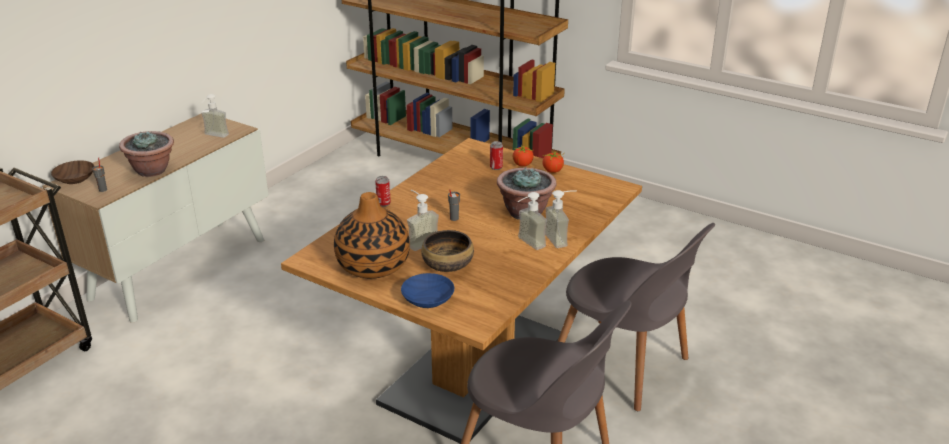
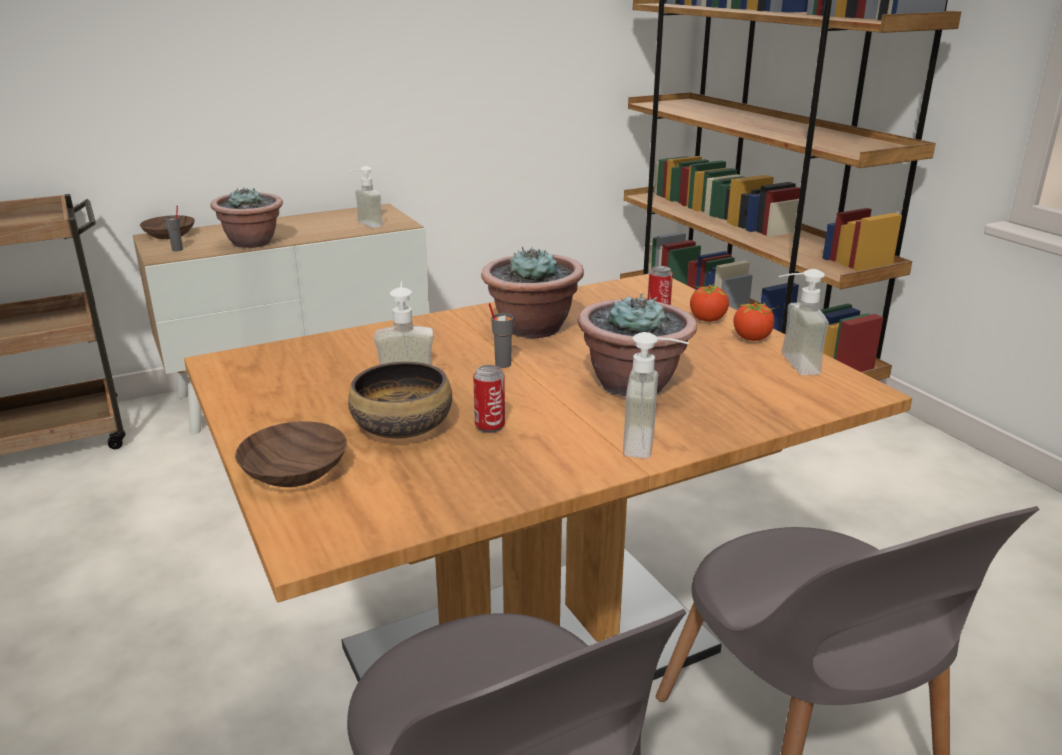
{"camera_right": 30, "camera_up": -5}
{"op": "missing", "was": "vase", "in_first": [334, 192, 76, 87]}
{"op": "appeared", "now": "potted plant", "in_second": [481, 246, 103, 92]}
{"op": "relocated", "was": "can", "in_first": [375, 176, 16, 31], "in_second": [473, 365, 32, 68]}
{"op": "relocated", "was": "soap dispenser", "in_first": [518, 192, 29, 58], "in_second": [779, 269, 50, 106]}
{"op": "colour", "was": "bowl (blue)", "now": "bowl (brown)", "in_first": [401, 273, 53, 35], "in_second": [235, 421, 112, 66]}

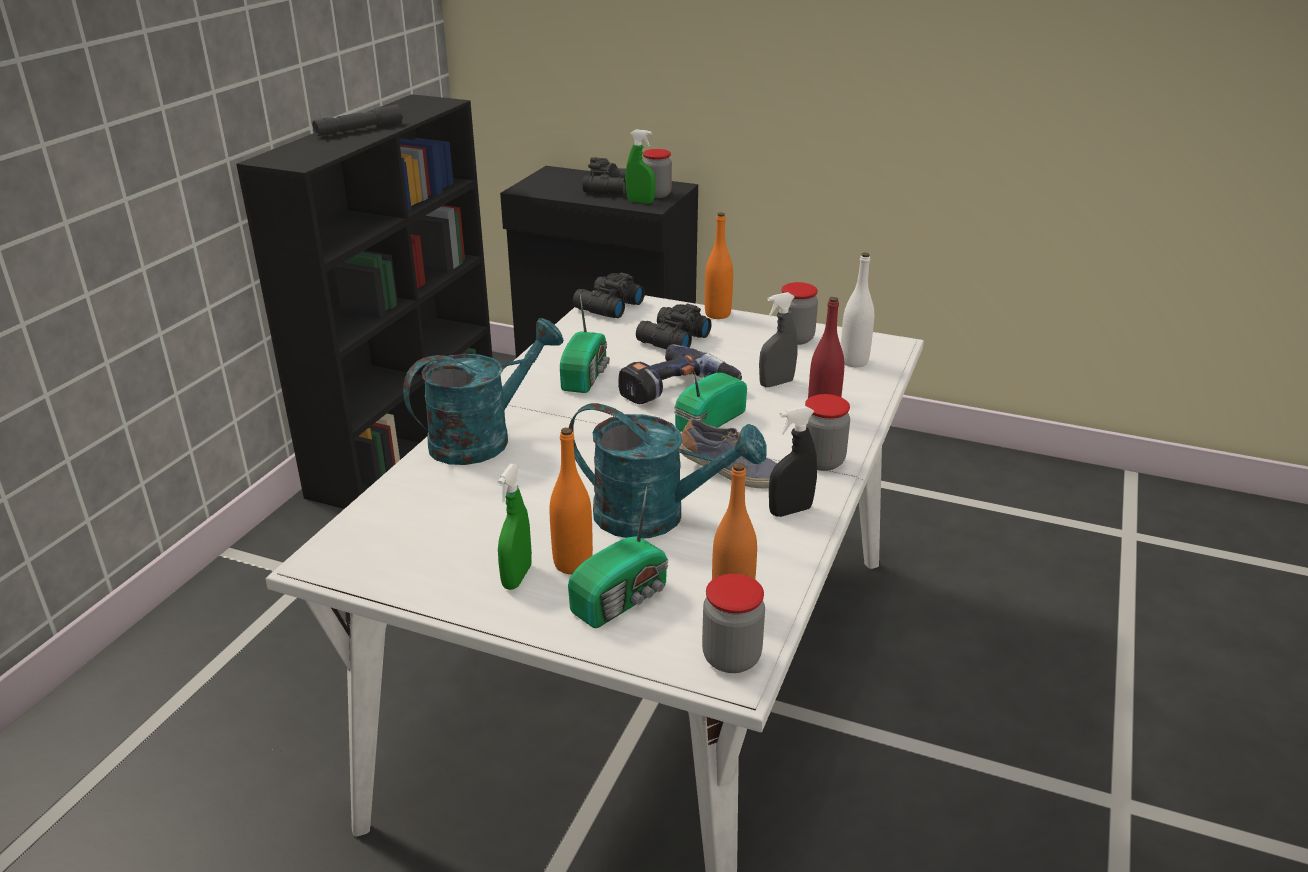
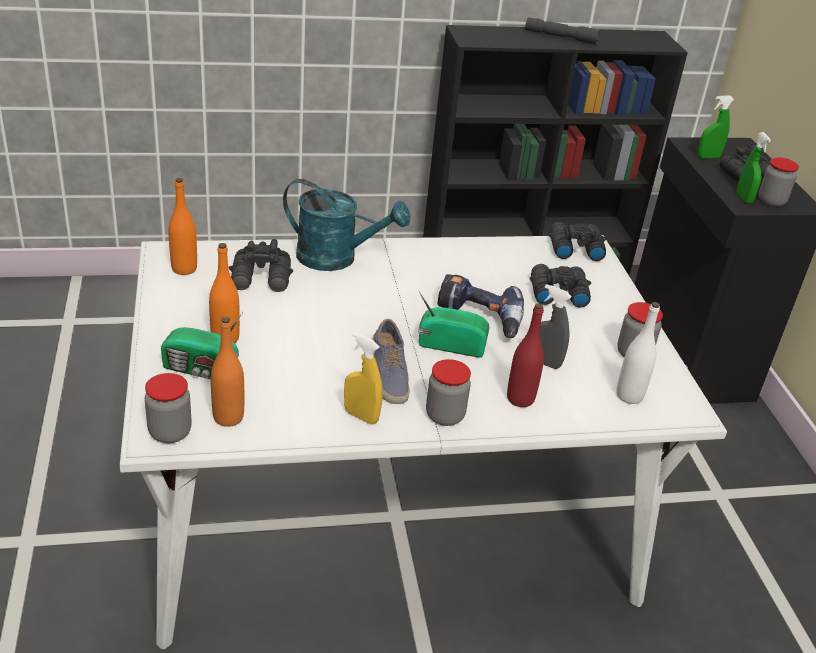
{"camera_right": 55, "camera_up": 5}
{"op": "missing", "was": "radio", "in_first": [560, 295, 50, 98]}
{"op": "missing", "was": "watering can (turquoise)", "in_first": [569, 403, 198, 135]}
{"op": "appeared", "now": "binoculars (black)", "in_second": [229, 239, 64, 53]}
{"op": "relocated", "was": "spray bottle (green)", "in_first": [497, 464, 35, 126], "in_second": [698, 96, 36, 63]}
{"op": "relocated", "was": "bottle (orange)", "in_first": [705, 212, 28, 107], "in_second": [168, 178, 29, 97]}
{"op": "colour", "was": "spray bottle (black)", "now": "spray bottle (yellow)", "in_first": [769, 406, 48, 111], "in_second": [344, 332, 39, 92]}

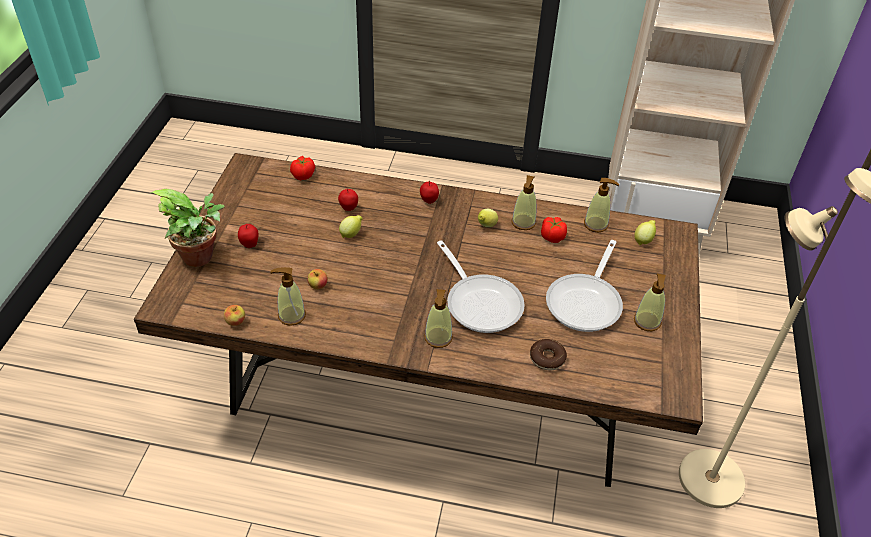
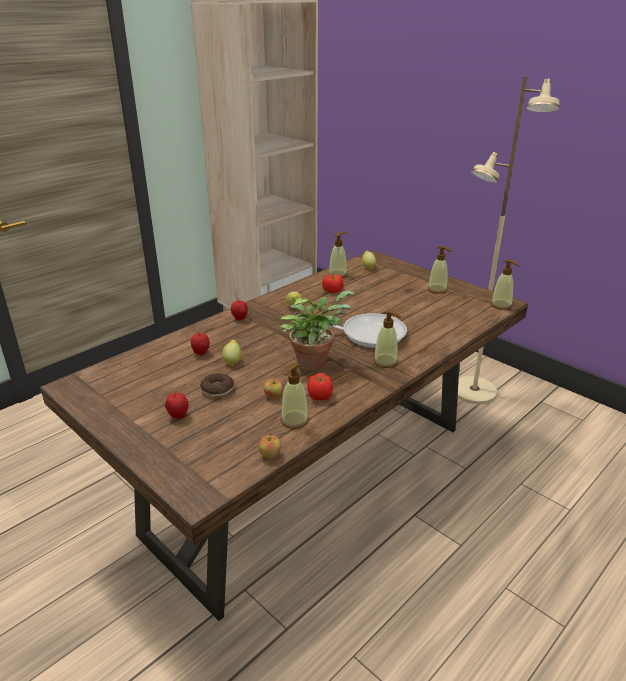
{"camera_right": -55, "camera_up": -15}
{"op": "missing", "was": "frying pan", "in_first": [546, 240, 77, 92]}
{"op": "relocated", "was": "potted plant", "in_first": [151, 189, 74, 78], "in_second": [280, 291, 75, 80]}
{"op": "relocated", "was": "tomato", "in_first": [290, 156, 25, 24], "in_second": [307, 373, 26, 28]}
{"op": "relocated", "was": "soap dispenser", "in_first": [512, 175, 24, 55], "in_second": [491, 260, 28, 50]}
{"op": "relocated", "was": "donut", "in_first": [530, 339, 37, 31], "in_second": [200, 373, 34, 24]}

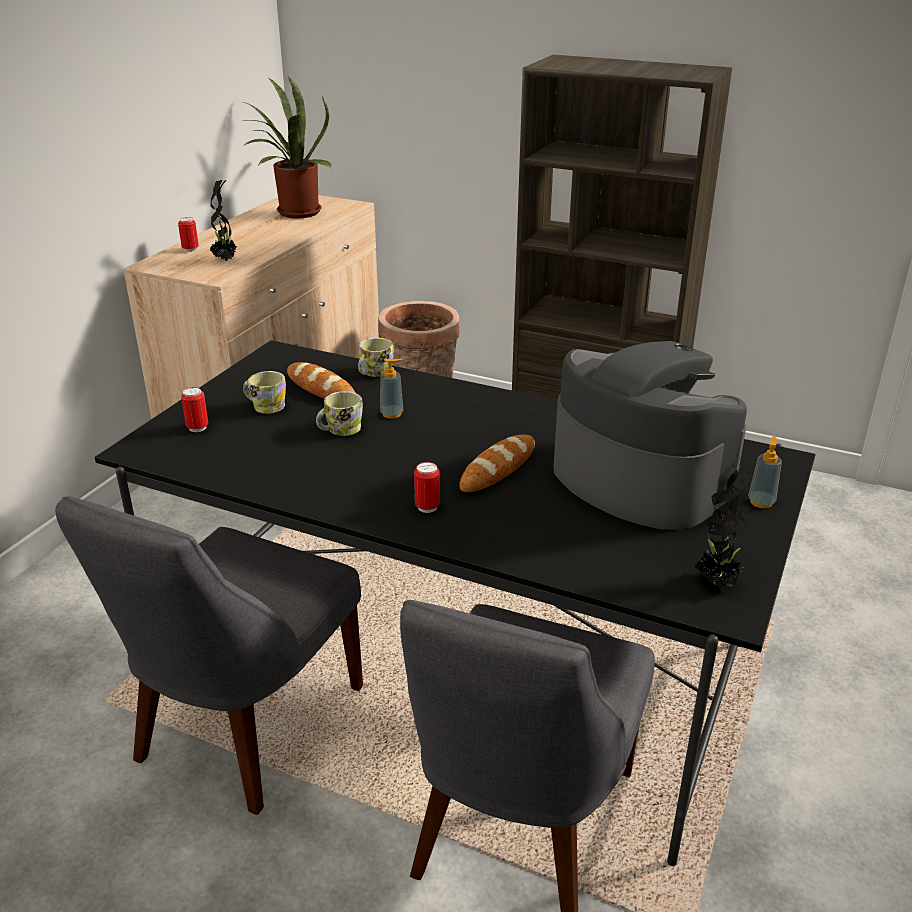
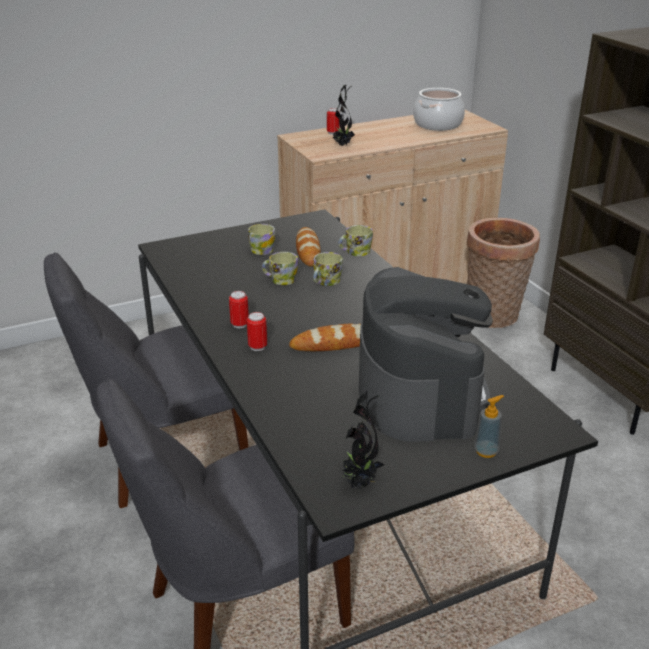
{"camera_right": 40, "camera_up": 0}
{"op": "relocated", "was": "can", "in_first": [181, 387, 27, 45], "in_second": [229, 291, 20, 37]}
{"op": "exchanged", "was": "potted plant", "now": "cooking pot", "in_first": [243, 77, 89, 141], "in_second": [413, 88, 52, 43]}
{"op": "exchanged", "was": "soap dispenser", "now": "mug", "in_first": [380, 359, 23, 60], "in_second": [313, 252, 30, 34]}

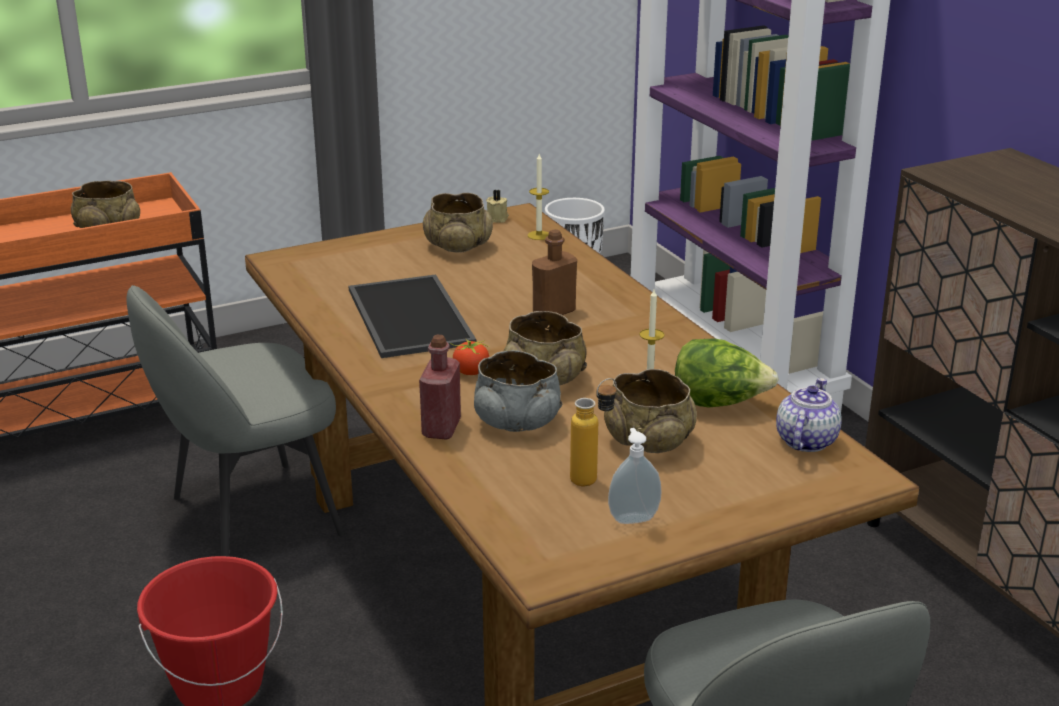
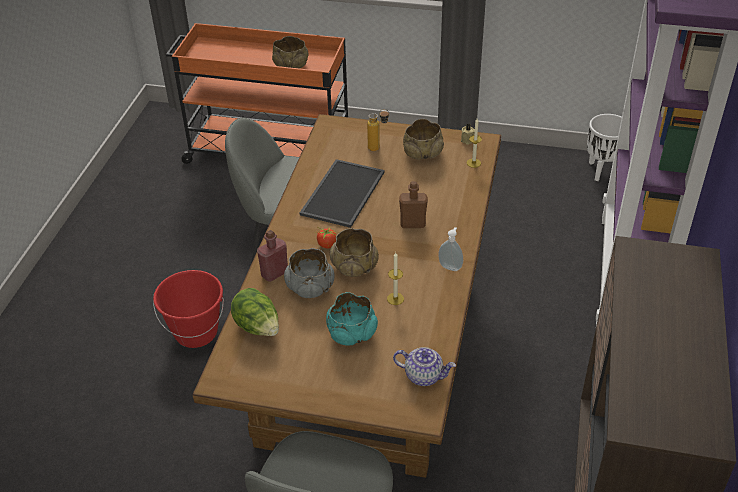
{"camera_right": 40, "camera_up": 15}
{"op": "relocated", "was": "bottle", "in_first": [570, 378, 47, 108], "in_second": [367, 109, 22, 42]}
{"op": "relocated", "was": "soap dispenser", "in_first": [608, 428, 54, 96], "in_second": [438, 227, 25, 44]}
{"op": "relocated", "was": "lettuce", "in_first": [675, 339, 104, 69], "in_second": [231, 288, 48, 48]}
{"op": "colour", "was": "bowl (beige)", "now": "bowl (turquoise)", "in_first": [604, 369, 93, 84], "in_second": [326, 292, 52, 54]}
{"op": "spun", "was": "teapot", "in_first": [776, 378, 66, 74], "in_second": [393, 347, 63, 39], "clockwise": 45}

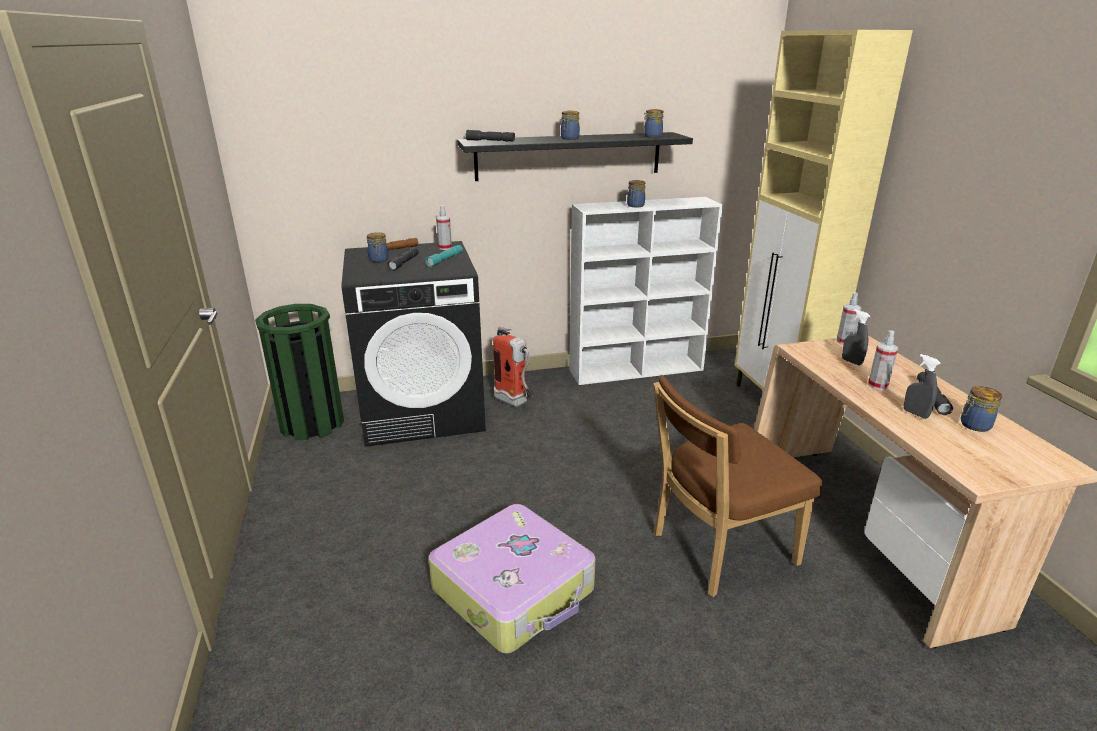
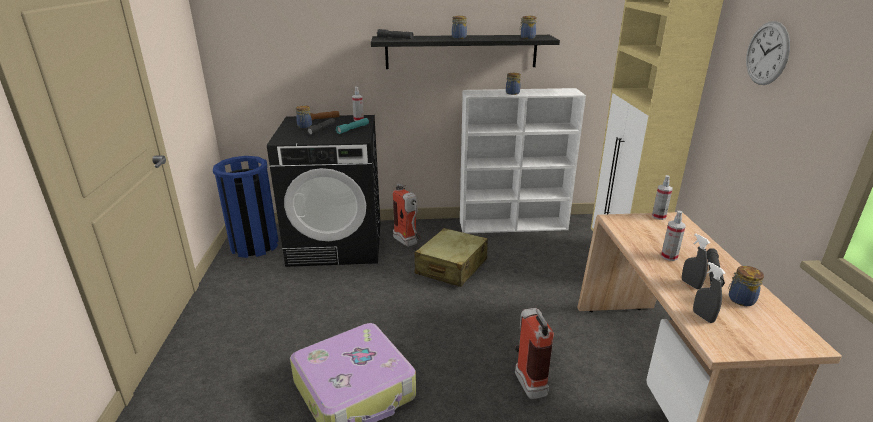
{"camera_right": 10, "camera_up": 0}
{"op": "appeared", "now": "suitcase (beige)", "in_second": [415, 228, 73, 59]}
{"op": "appeared", "now": "wall clock", "in_second": [746, 21, 44, 64]}
{"op": "relocated", "was": "spray bottle (grey)", "in_first": [842, 309, 29, 56], "in_second": [693, 262, 32, 61]}
{"op": "exchanged", "was": "chair (brown)", "now": "fire extinguisher", "in_first": [653, 375, 169, 222], "in_second": [515, 308, 39, 91]}
{"op": "colour", "was": "trash can (green)", "now": "trash can (blue)", "in_first": [255, 304, 89, 136], "in_second": [213, 156, 66, 102]}

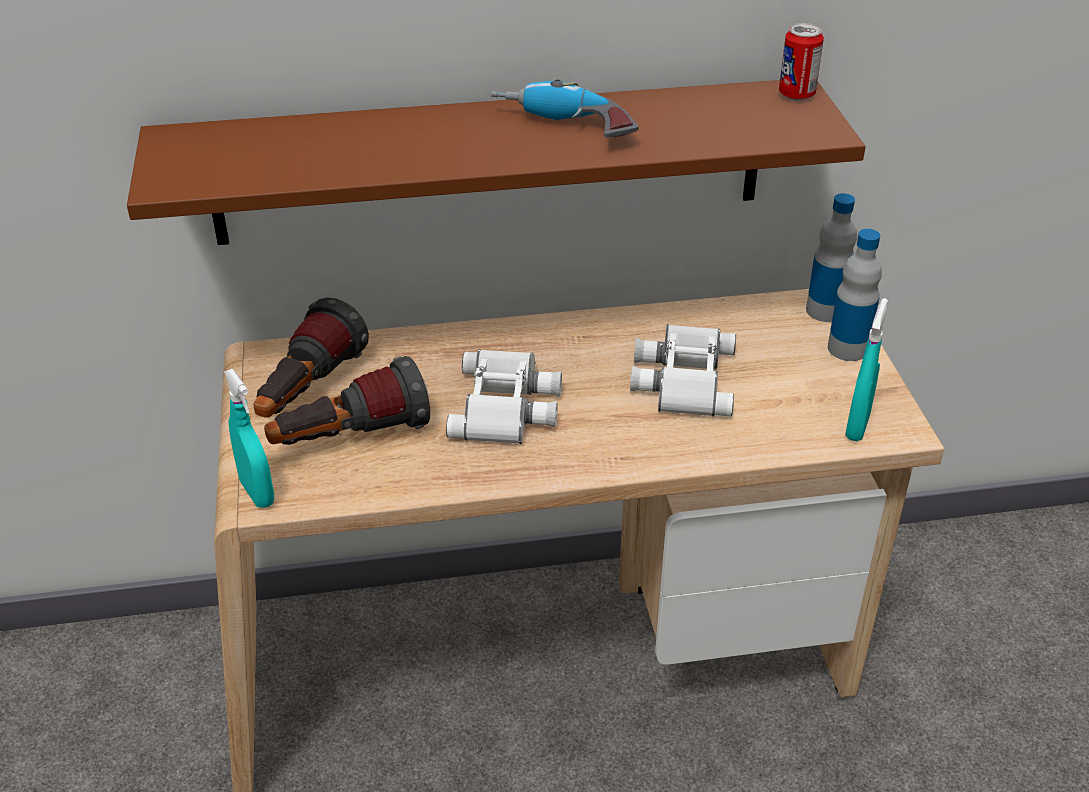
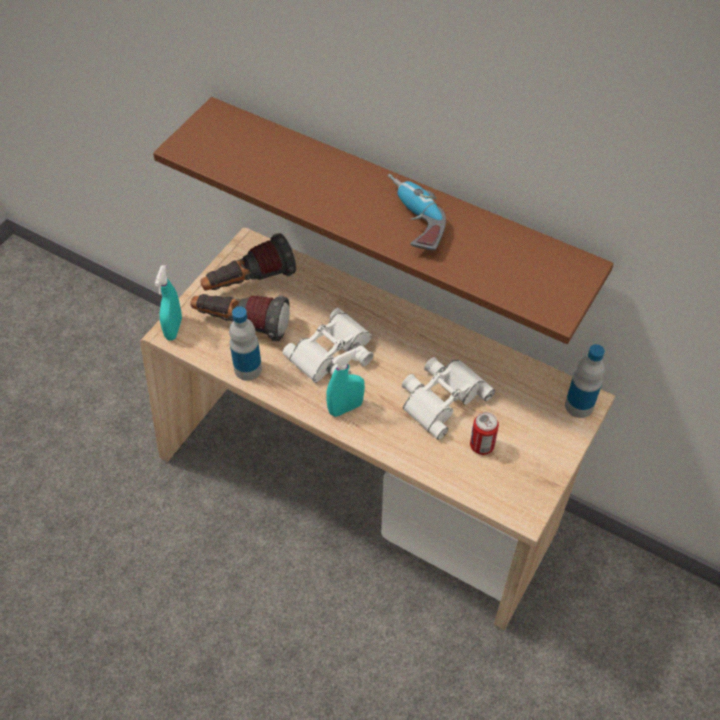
{"camera_right": 40, "camera_up": 15}
{"op": "relocated", "was": "can", "in_first": [779, 23, 45, 77], "in_second": [470, 412, 29, 43]}
{"op": "relocated", "was": "bottle", "in_first": [828, 229, 54, 132], "in_second": [229, 306, 33, 75]}
{"op": "relocated", "was": "spray bottle (turquoise)", "in_first": [845, 298, 43, 143], "in_second": [326, 347, 39, 70]}

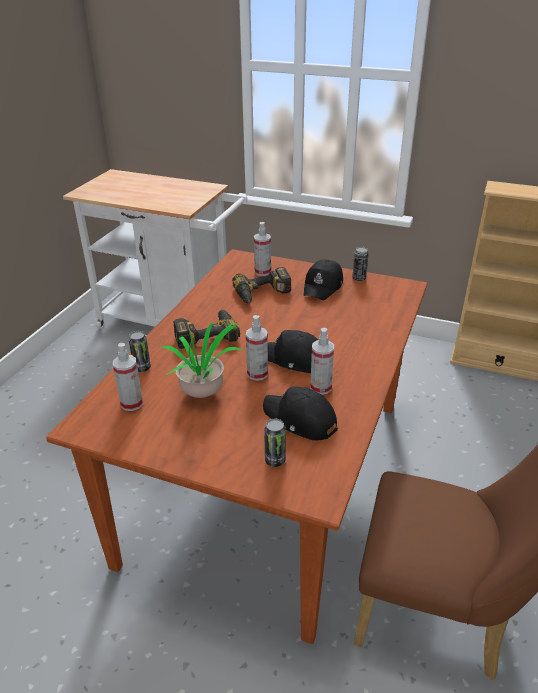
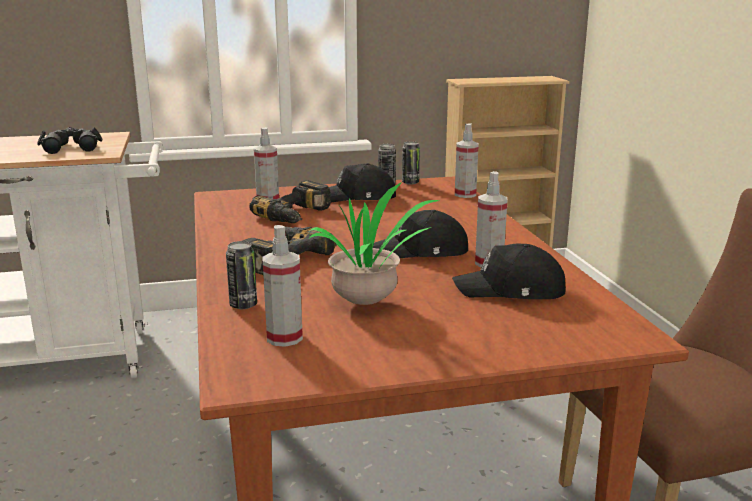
{"camera_right": -35, "camera_up": -15}
{"op": "appeared", "now": "binoculars (black)", "in_second": [37, 127, 66, 27]}
{"op": "relocated", "was": "spray bottle", "in_first": [246, 315, 22, 66], "in_second": [455, 123, 24, 75]}
{"op": "relocated", "was": "can", "in_first": [264, 418, 22, 49], "in_second": [402, 142, 18, 43]}
{"op": "spun", "was": "cap (black)", "in_first": [304, 259, 39, 41], "in_second": [328, 163, 68, 40], "clockwise": 90}

